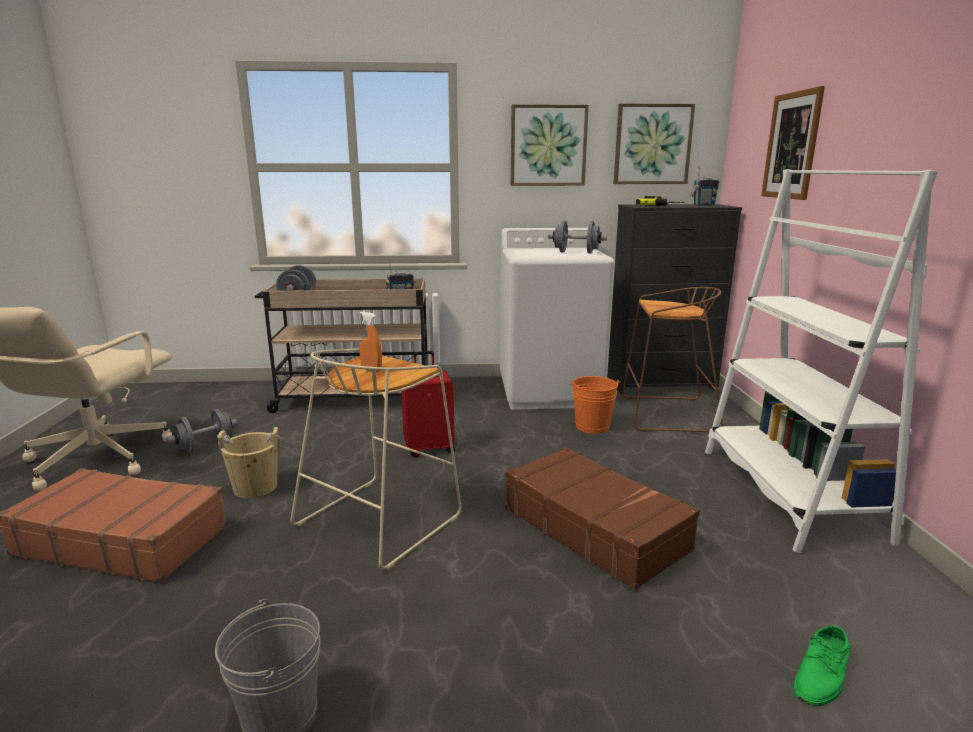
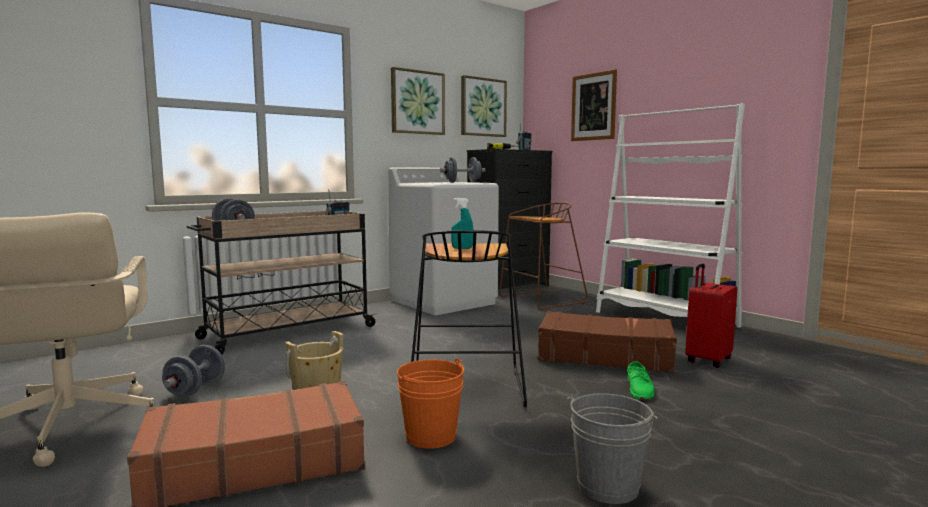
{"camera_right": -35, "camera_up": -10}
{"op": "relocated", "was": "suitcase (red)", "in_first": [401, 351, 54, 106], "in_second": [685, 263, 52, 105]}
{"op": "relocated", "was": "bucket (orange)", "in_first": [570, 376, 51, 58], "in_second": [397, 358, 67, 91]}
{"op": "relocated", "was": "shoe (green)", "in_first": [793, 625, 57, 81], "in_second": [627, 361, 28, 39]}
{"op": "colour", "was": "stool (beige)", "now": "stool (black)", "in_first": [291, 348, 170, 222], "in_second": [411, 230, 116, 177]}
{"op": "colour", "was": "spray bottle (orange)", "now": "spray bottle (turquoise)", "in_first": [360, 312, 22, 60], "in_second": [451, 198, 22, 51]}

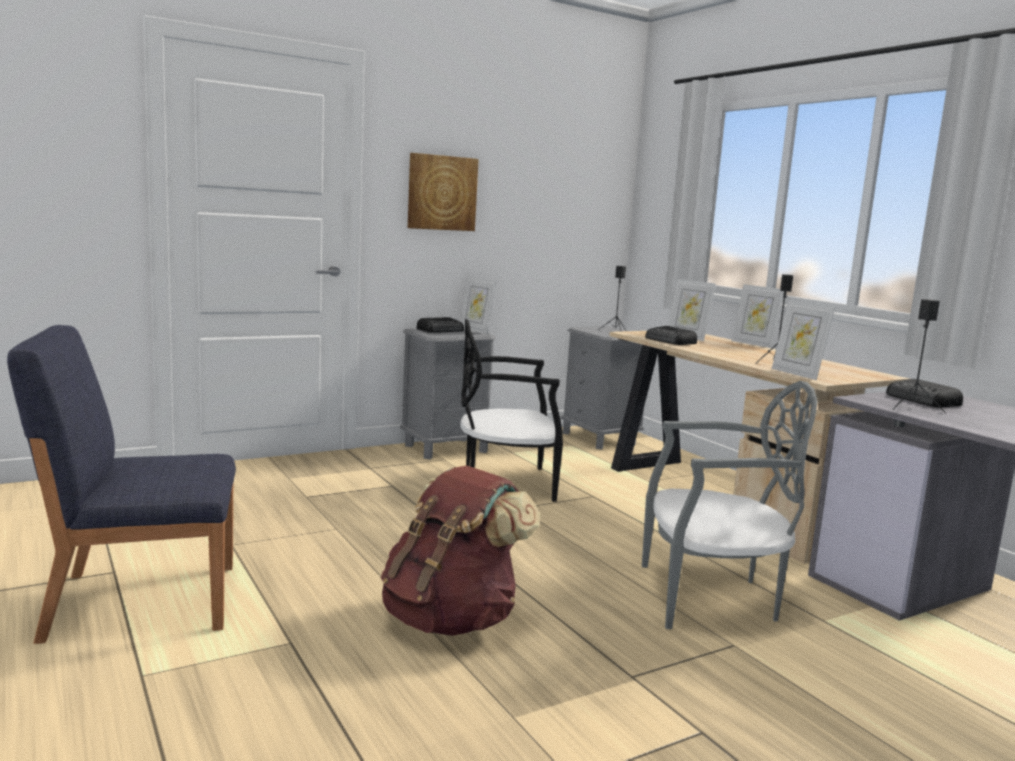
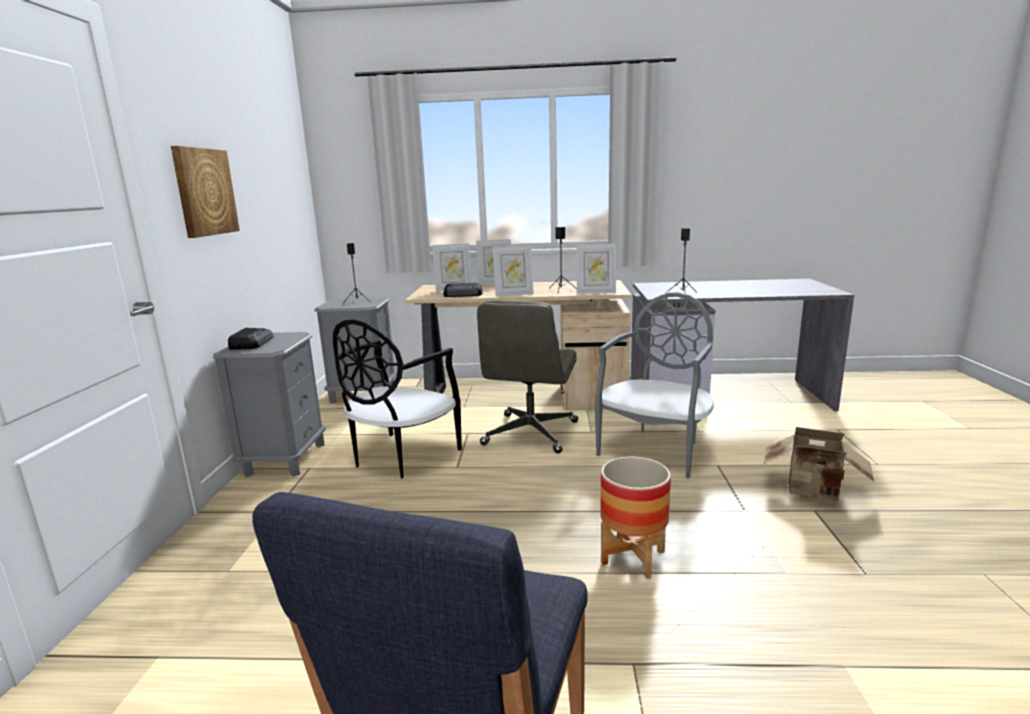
{"camera_right": -55, "camera_up": 5}
{"op": "missing", "was": "radio", "in_first": [886, 379, 77, 28]}
{"op": "appeared", "now": "office chair (grey)", "in_second": [477, 301, 101, 152]}
{"op": "appeared", "now": "cardboard box", "in_second": [764, 427, 110, 75]}
{"op": "relocated", "was": "picture frame", "in_first": [460, 277, 36, 57], "in_second": [492, 245, 42, 52]}
{"op": "exchanged", "was": "backpack (brown)", "now": "planter", "in_first": [381, 465, 159, 171], "in_second": [601, 457, 70, 122]}

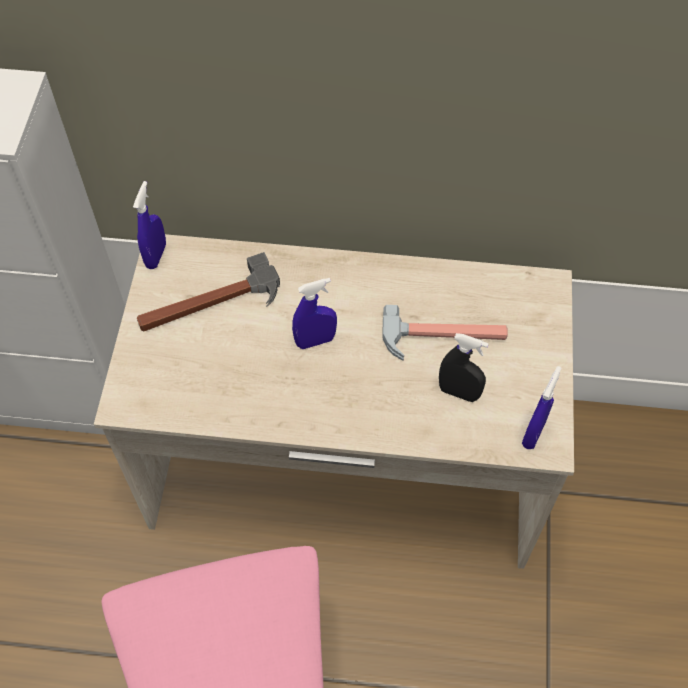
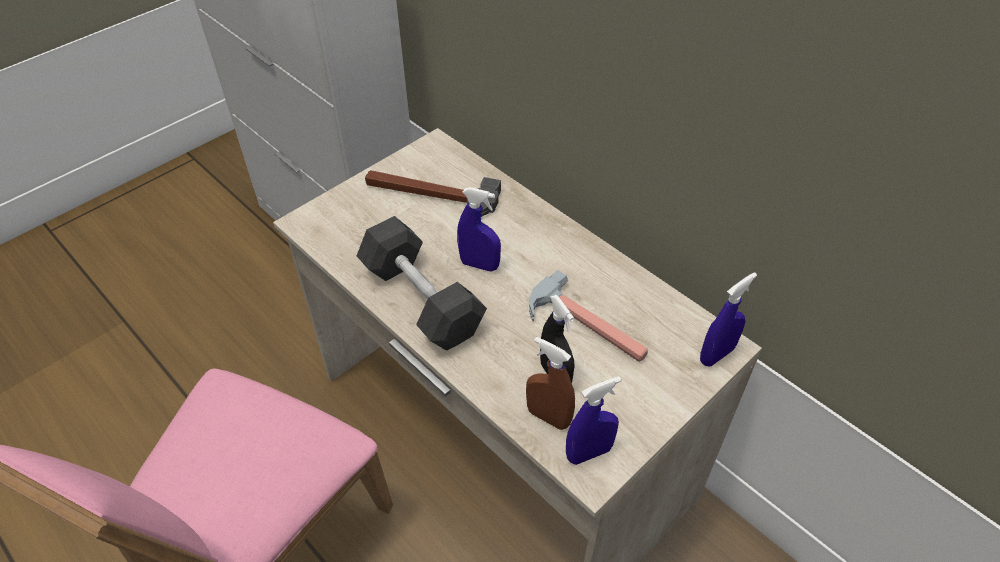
{"camera_right": 40, "camera_up": -10}
{"op": "appeared", "now": "dumbbell (grey)", "in_second": [357, 216, 130, 135]}
{"op": "appeared", "now": "spray bottle (brown)", "in_second": [526, 337, 49, 93]}
{"op": "relocated", "was": "spray bottle (blue)", "in_first": [133, 181, 33, 88], "in_second": [700, 272, 57, 95]}

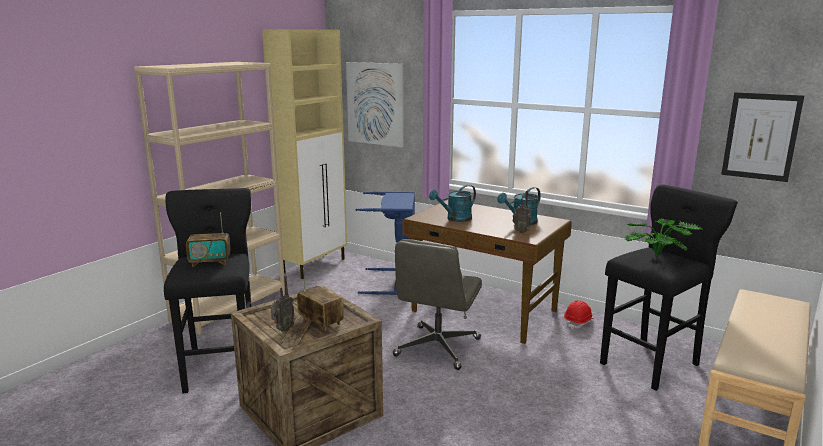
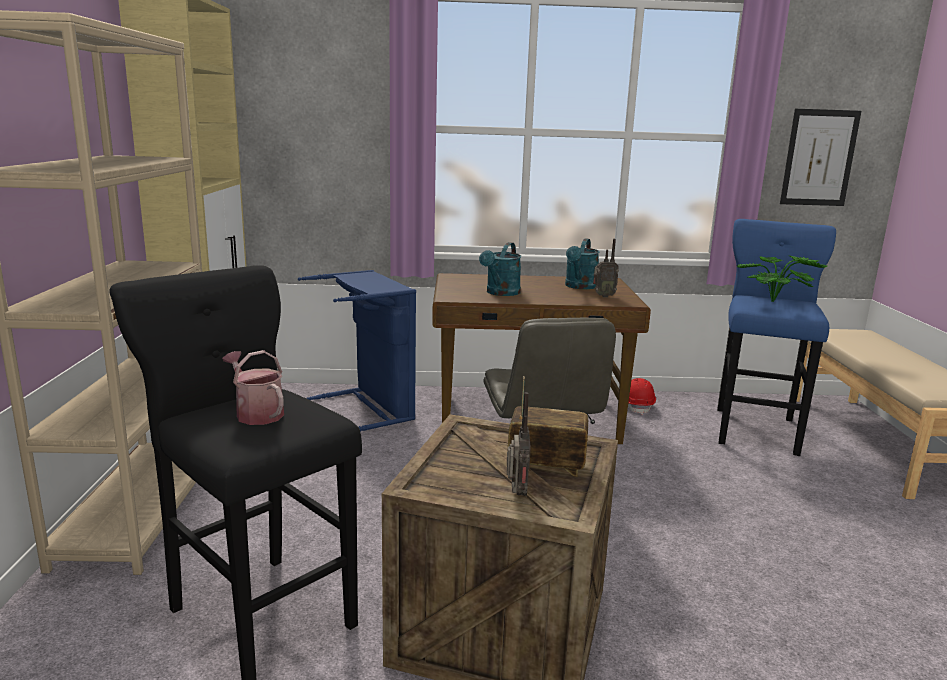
{"camera_right": -35, "camera_up": 0}
{"op": "missing", "was": "picture", "in_first": [346, 62, 58, 85]}
{"op": "exchanged", "was": "radio", "now": "watering can", "in_first": [186, 212, 45, 55], "in_second": [222, 350, 62, 75]}
{"op": "colour", "was": "stool (black)", "now": "stool (blue)", "in_first": [600, 185, 138, 206], "in_second": [717, 219, 119, 237]}

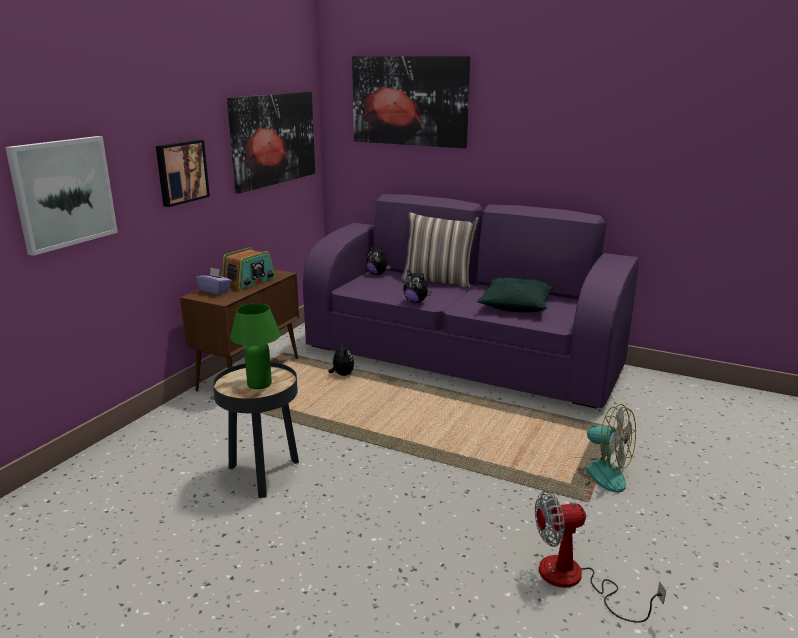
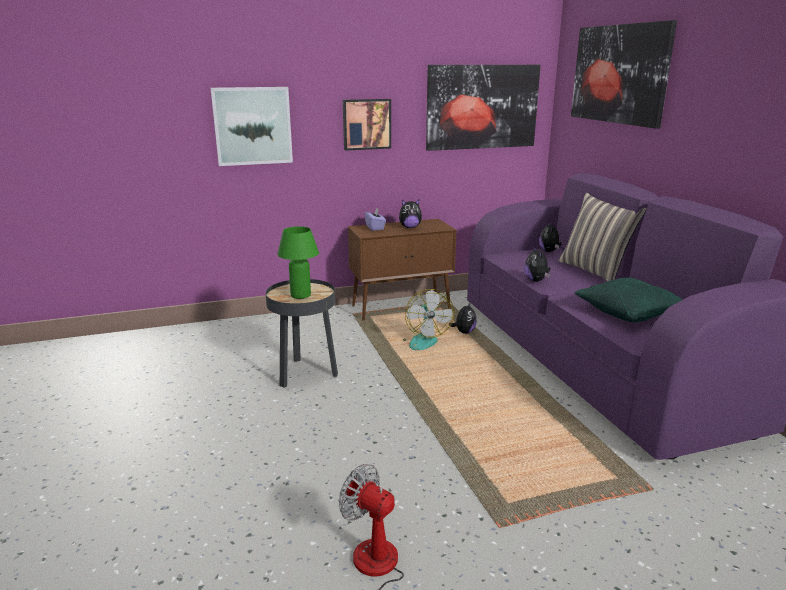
{"camera_right": 45, "camera_up": 0}
{"op": "relocated", "was": "fan", "in_first": [569, 404, 67, 89], "in_second": [402, 289, 52, 61]}
{"op": "exchanged", "was": "radio", "now": "plush toy", "in_first": [222, 247, 53, 43], "in_second": [399, 199, 23, 29]}

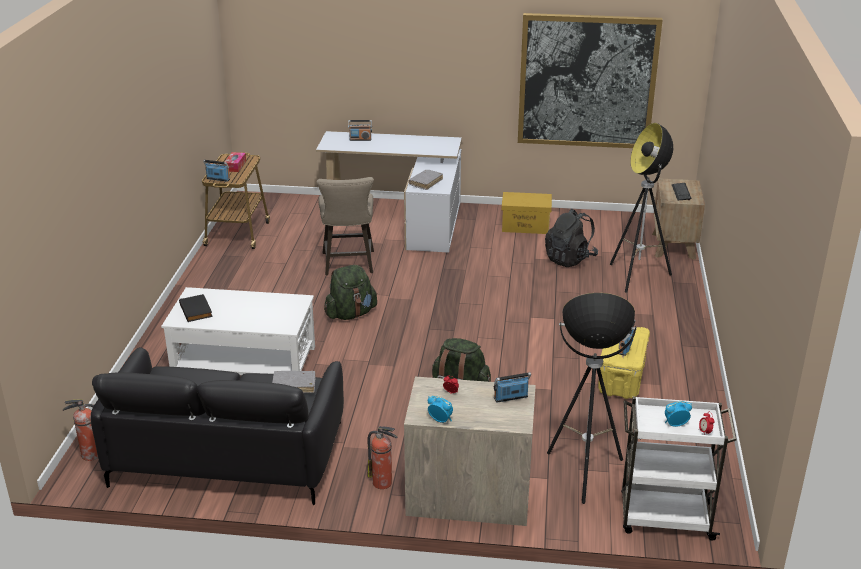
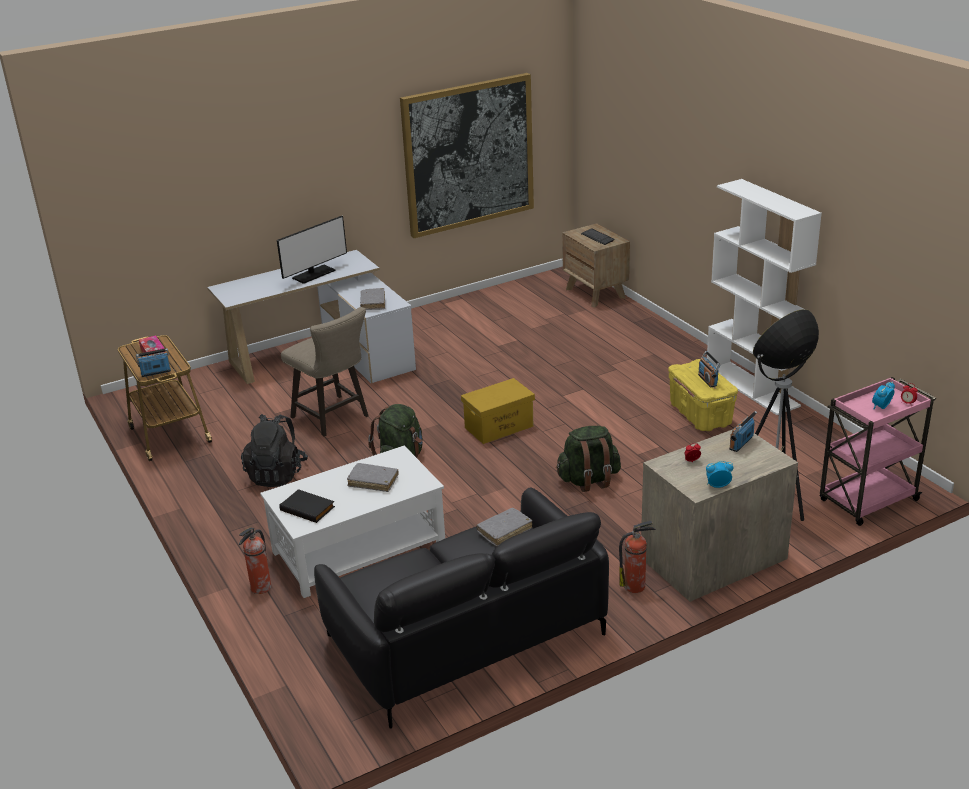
{"camera_right": -35, "camera_up": 0}
{"op": "missing", "was": "radio", "in_first": [348, 120, 24, 21]}
{"op": "missing", "was": "floor lamp", "in_first": [610, 123, 63, 170]}
{"op": "appeared", "now": "monitor", "in_second": [277, 216, 70, 68]}
{"op": "appeared", "now": "book (grey)", "in_second": [347, 463, 52, 29]}
{"op": "appeared", "now": "bookcase (white)", "in_second": [707, 179, 115, 236]}
{"op": "relocated", "was": "fire extinguisher", "in_first": [63, 399, 35, 62], "in_second": [239, 527, 32, 67]}
{"op": "relocated", "was": "storage box (yellow)", "in_first": [502, 192, 50, 42], "in_second": [461, 378, 74, 66]}
{"op": "relocated", "was": "backpack (black)", "in_first": [545, 208, 53, 59], "in_second": [241, 414, 67, 73]}
{"op": "colour", "was": "cart (white)", "now": "cart (pink)", "in_first": [621, 396, 115, 145], "in_second": [820, 377, 116, 149]}

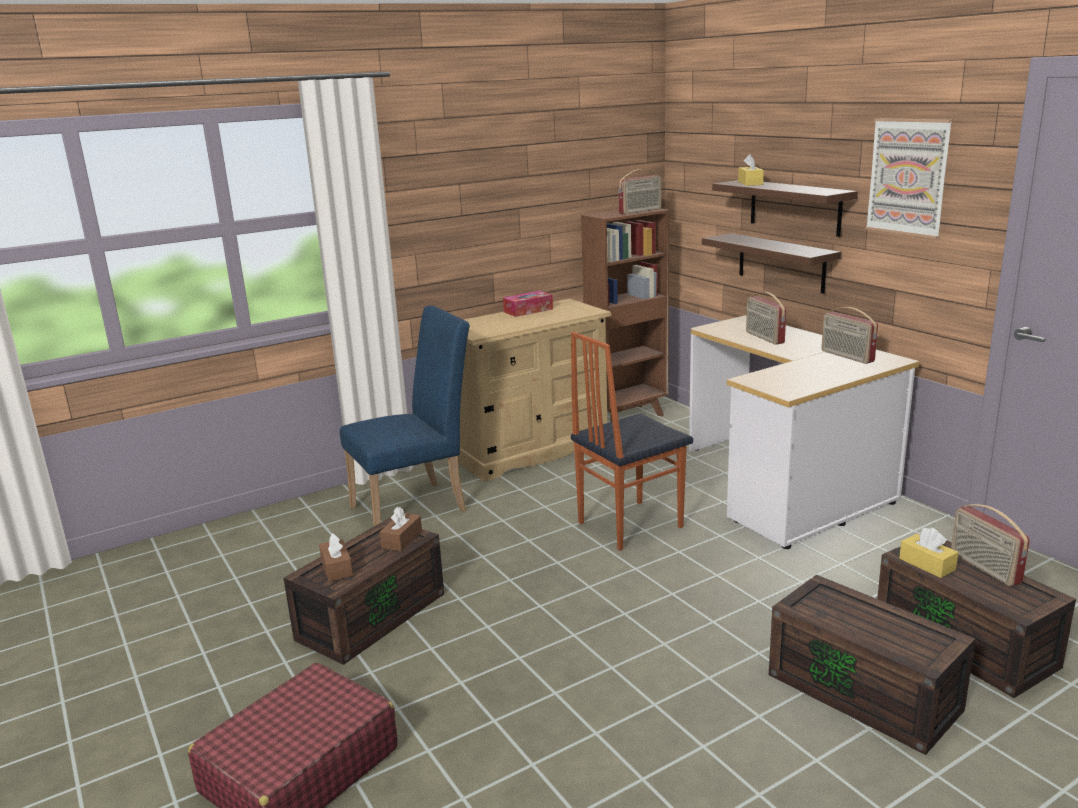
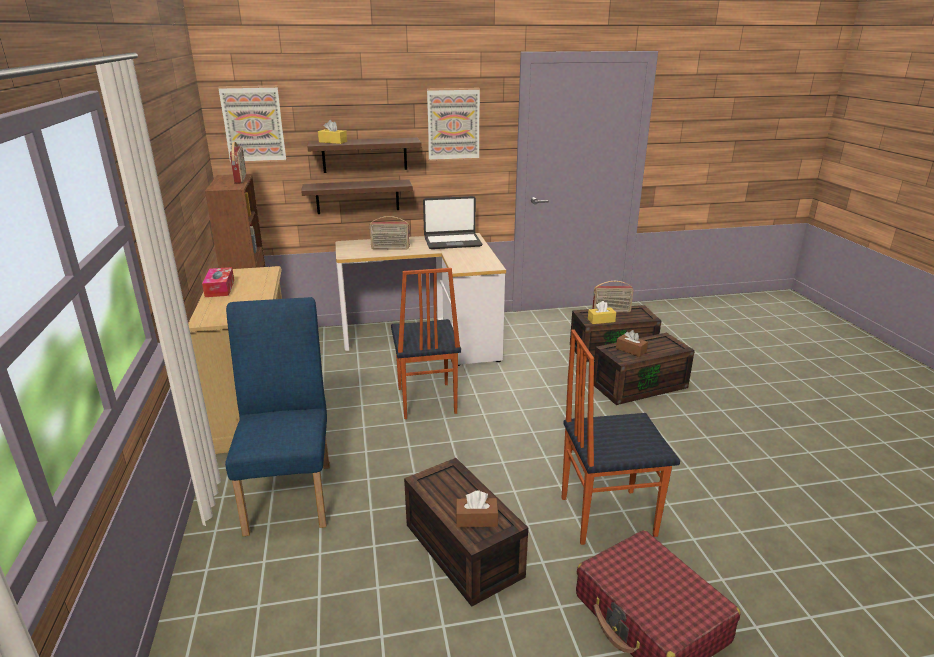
{"camera_right": -70, "camera_up": 5}
{"op": "appeared", "now": "picture", "in_second": [218, 86, 68, 77]}
{"op": "appeared", "now": "chair", "in_second": [562, 329, 118, 216]}
{"op": "relocated", "was": "tissue box (brown)", "in_first": [380, 506, 42, 45], "in_second": [616, 330, 32, 27]}
{"op": "exchanged", "was": "radio", "now": "laptop", "in_first": [821, 307, 57, 57], "in_second": [423, 196, 59, 53]}

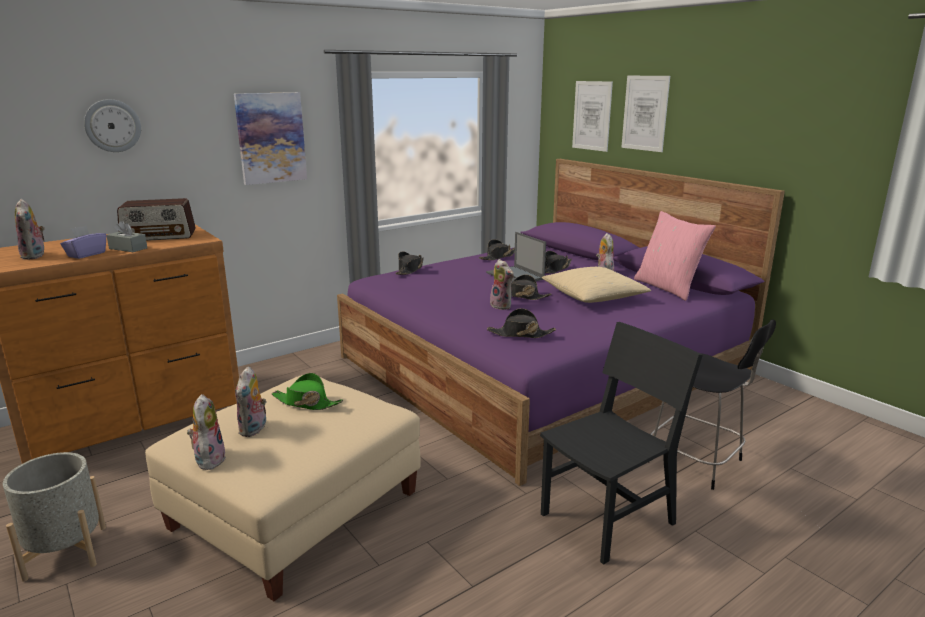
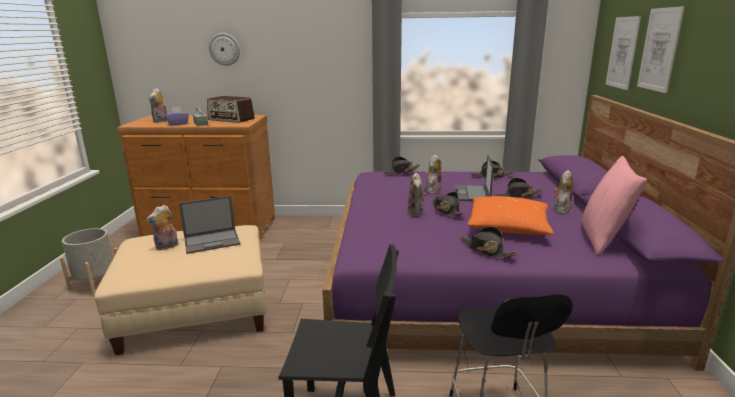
{"camera_right": 40, "camera_up": 0}
{"op": "missing", "was": "picture", "in_first": [234, 92, 73, 93]}
{"op": "relocated", "was": "plush toy", "in_first": [187, 394, 39, 76], "in_second": [425, 154, 17, 40]}
{"op": "relocated", "was": "hat (black)", "in_first": [487, 308, 69, 30], "in_second": [459, 227, 59, 31]}
{"op": "exchanged", "was": "hat (green)", "now": "laptop", "in_first": [272, 373, 71, 37], "in_second": [179, 196, 61, 58]}
{"op": "colour", "was": "pillow (beige)", "now": "pillow (orange)", "in_first": [542, 267, 109, 36], "in_second": [467, 196, 87, 39]}

